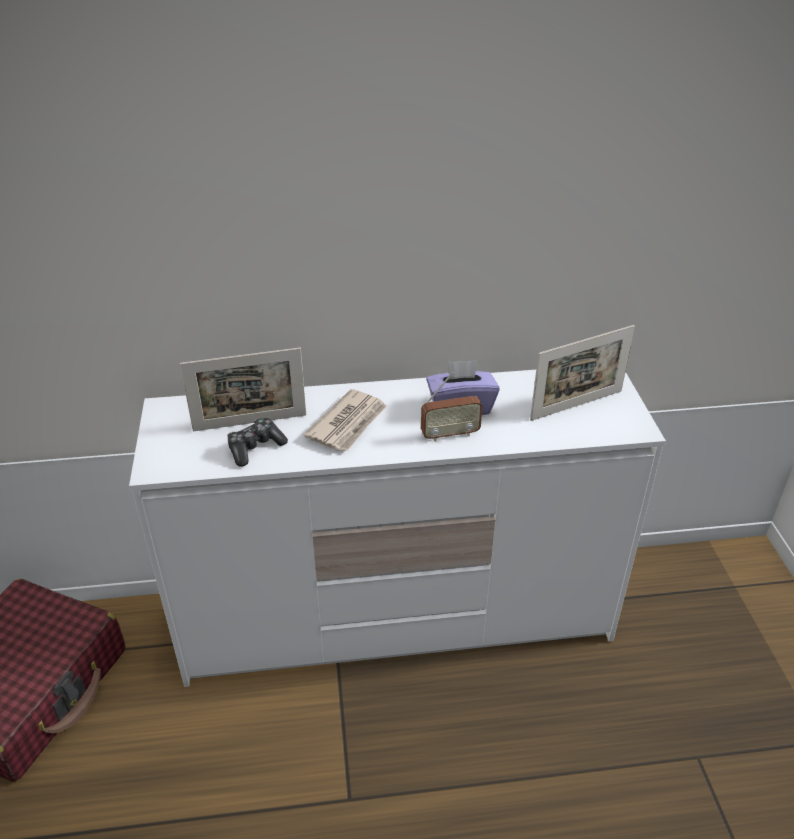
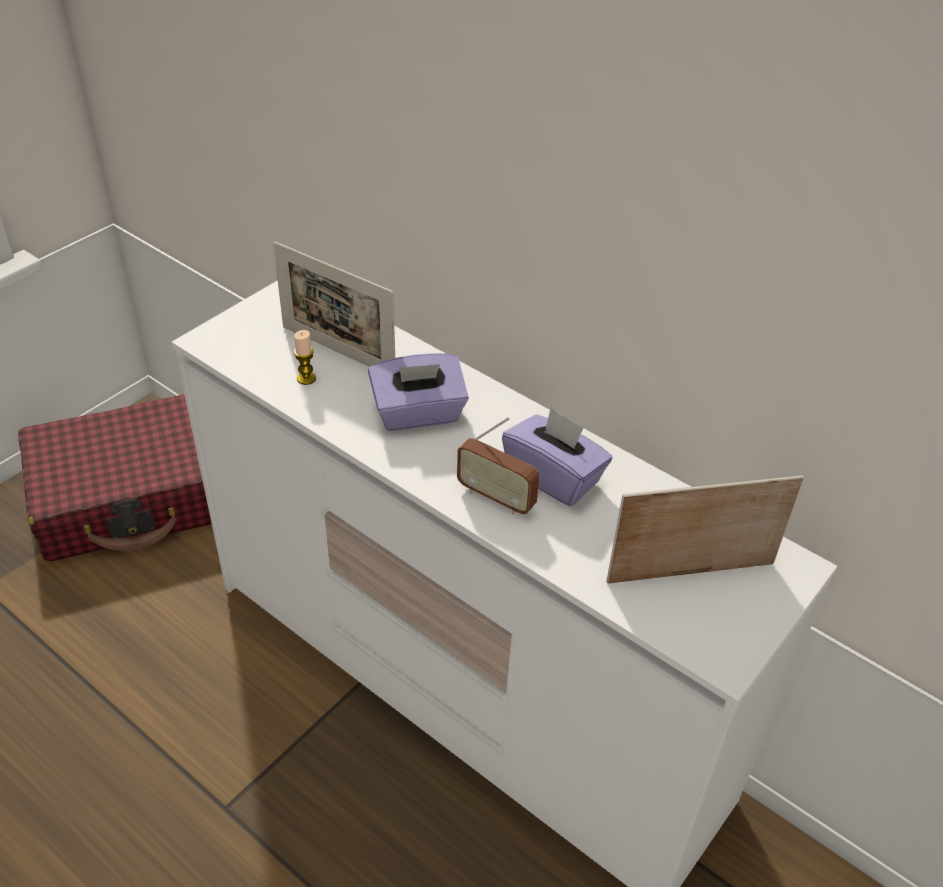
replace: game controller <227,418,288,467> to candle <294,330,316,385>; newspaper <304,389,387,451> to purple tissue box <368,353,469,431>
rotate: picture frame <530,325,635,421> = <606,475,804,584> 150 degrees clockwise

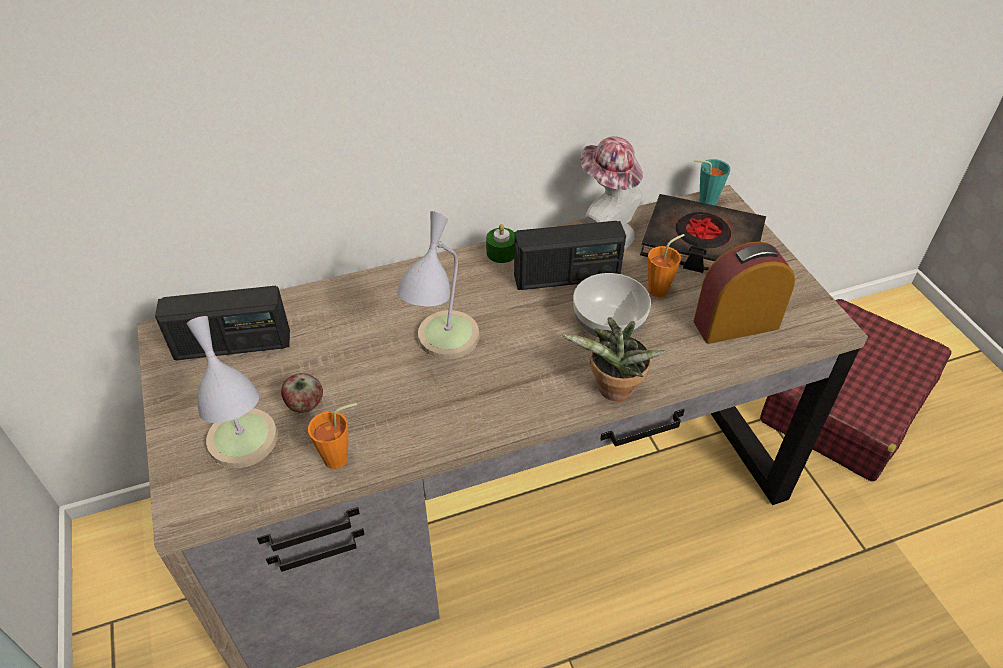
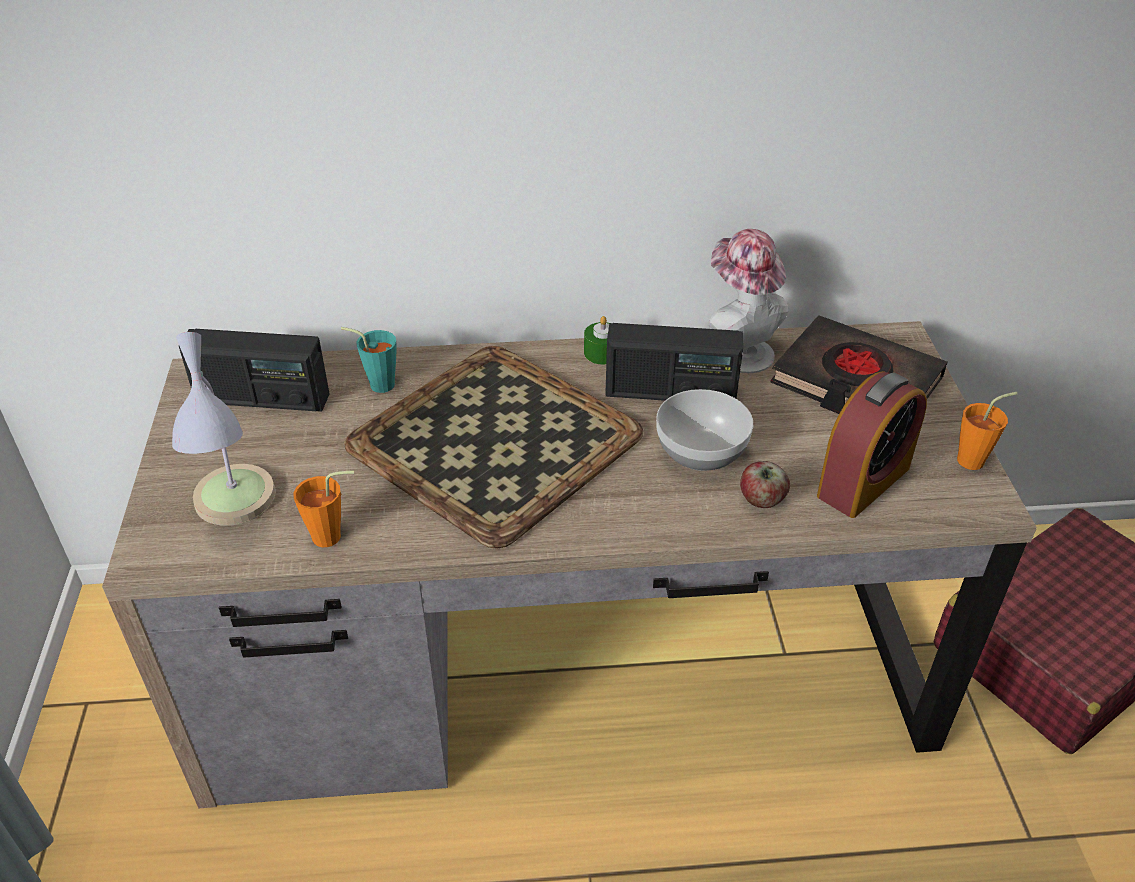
delete: potted plant <562,317,666,401>
move: turquoise cup <694,159,730,205> to <341,327,396,393>; apple <281,373,323,413> to <740,461,790,508>; orange cup <648,234,685,297> to <957,392,1017,470>
replace: table lamp <397,211,479,360> to tray <344,346,643,549>
rotate: alarm clock <693,242,795,344> = <817,371,927,518> 135 degrees clockwise

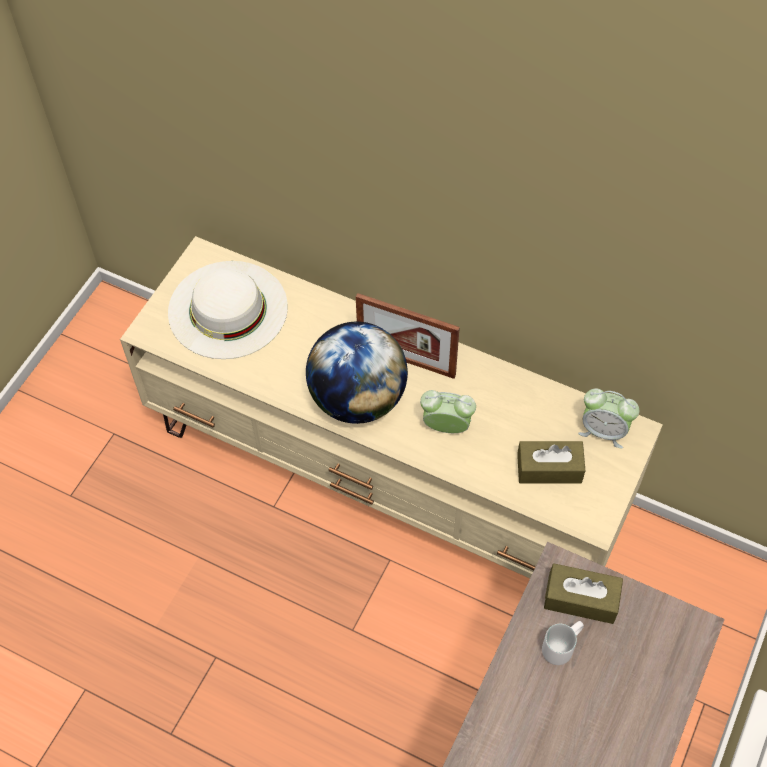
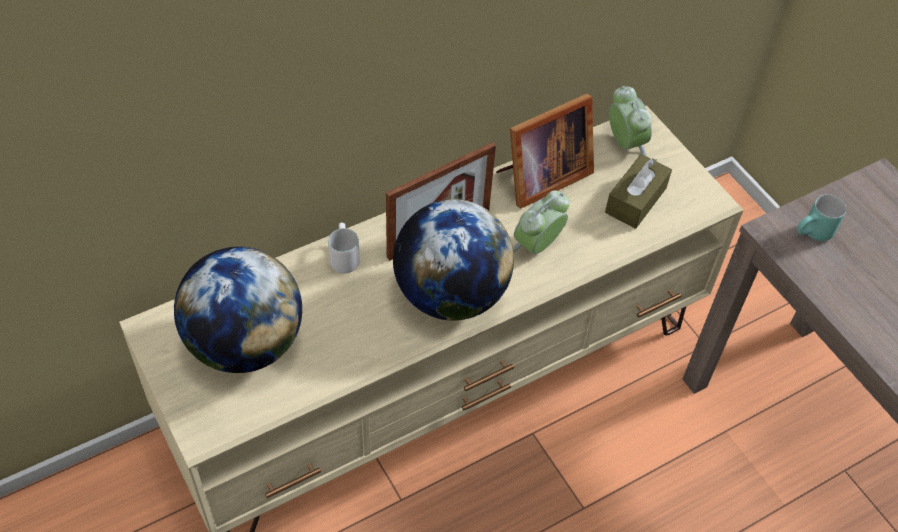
insert: picture frame <496,93,594,209>
move: white mug <542,621,584,665> to <328,223,360,273>
replace: white hat <168,261,288,359> to globe <174,247,302,373>; brown tissue box <544,563,623,624> to turquoise mug <797,194,846,241>
rotate: alarm clock <578,388,639,449> = <609,86,652,156> 75 degrees counterclockwise

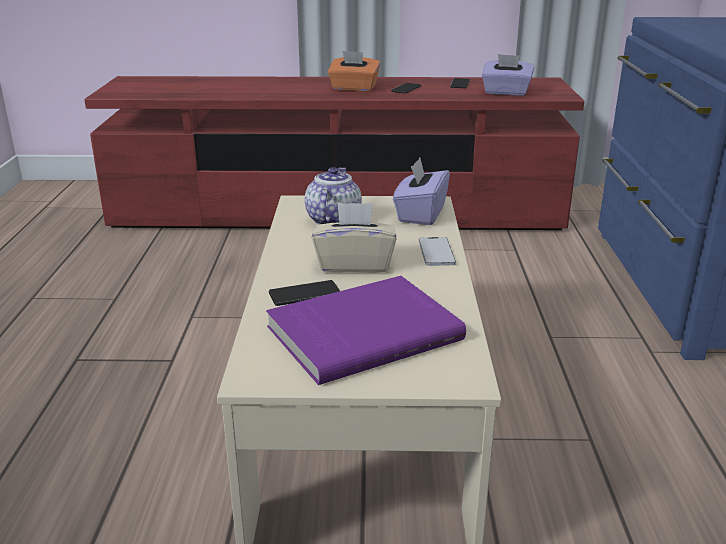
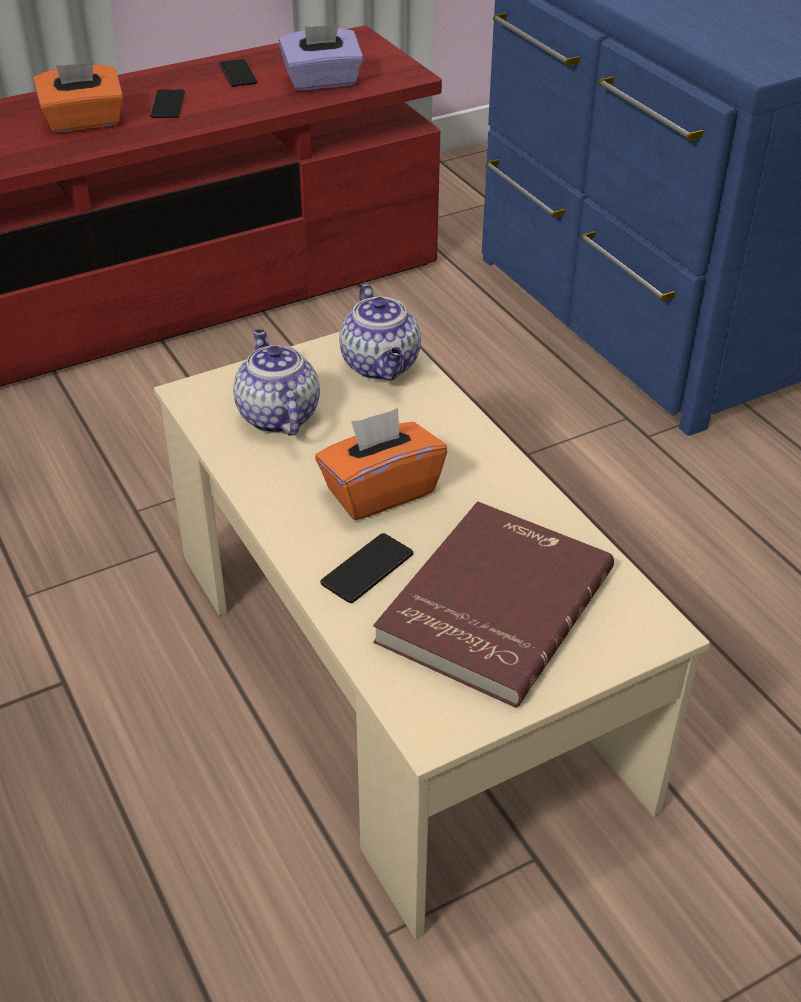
delete: phone <419,237,456,266>
replace: purple tissue box <393,158,450,225> to teapot <339,284,421,380>
recolor: beige tissue box <312,202,397,273> to orange tissue box <315,408,447,520>; purple book <266,276,466,385> to red book <373,501,614,708>

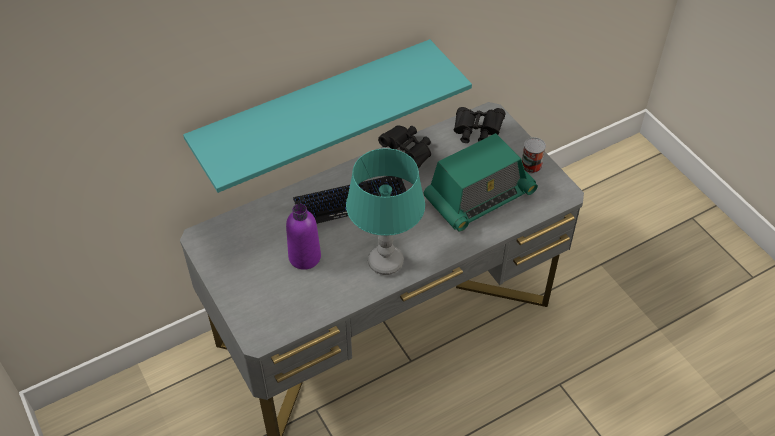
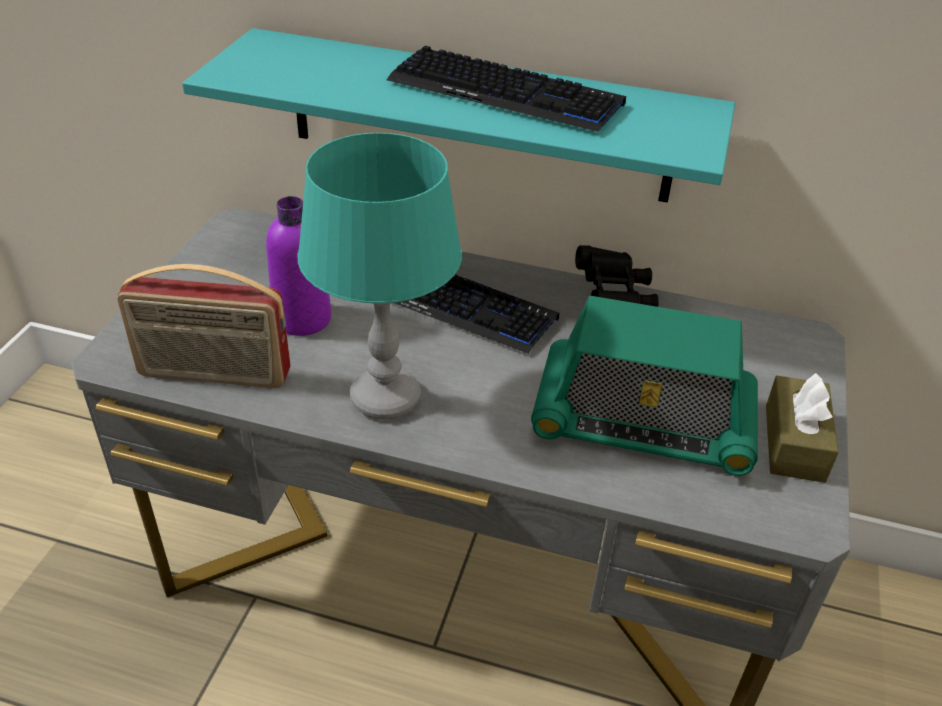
delete: black binoculars <454,107,505,143>
insert: radio <117,264,291,388>; keyboard <387,46,626,132>
replace: can <522,137,546,173> to brown tissue box <766,373,839,483>

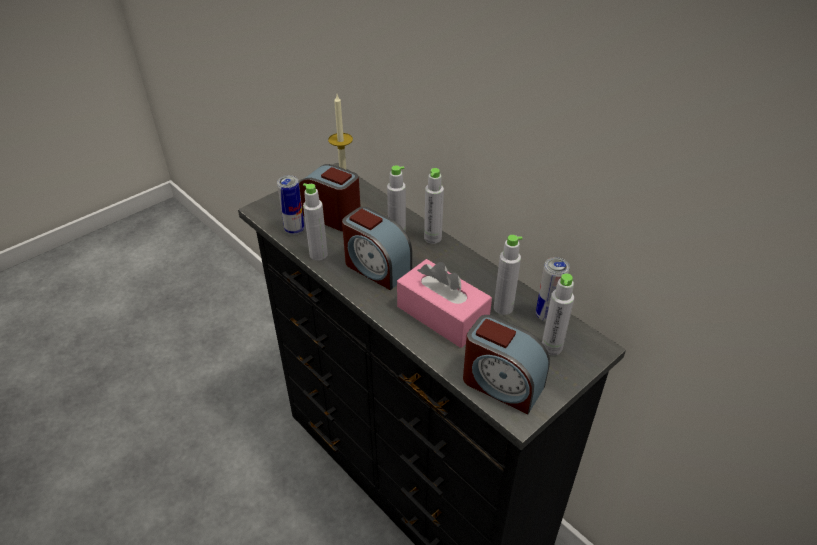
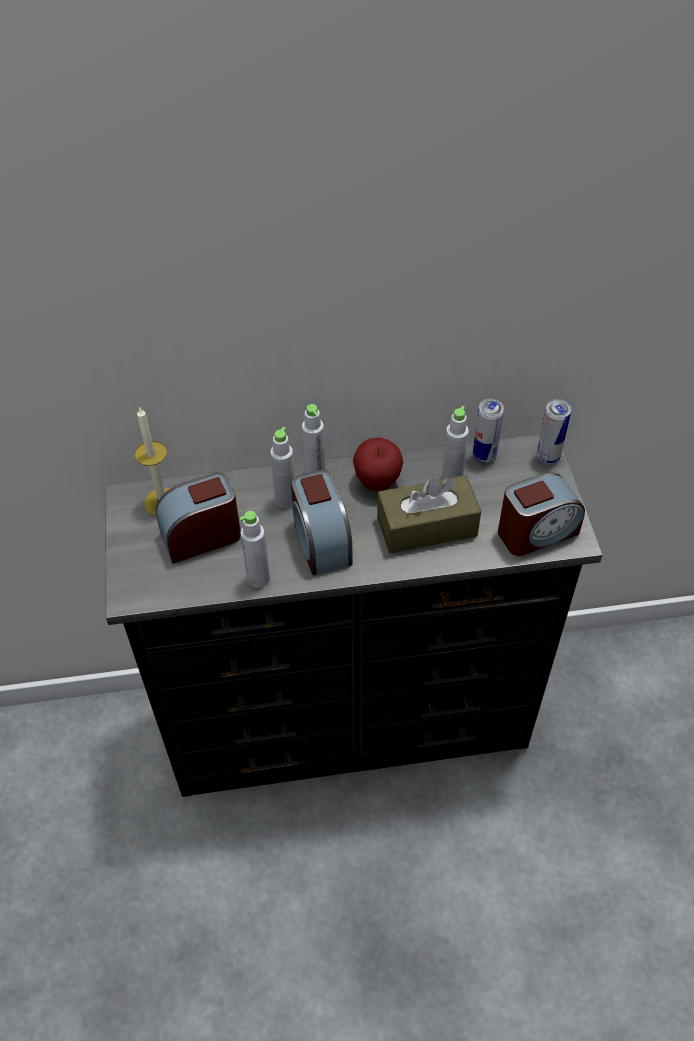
delete: grey bottle <542,273,574,356>
insert: apple <353,437,403,491>
move: can <277,175,305,235> to <537,399,572,464>
recolor: pink tissue box <397,259,492,348> to brown tissue box <377,475,481,554>
rotate: alarm clock <342,207,412,290> = <291,470,352,576> 90 degrees clockwise

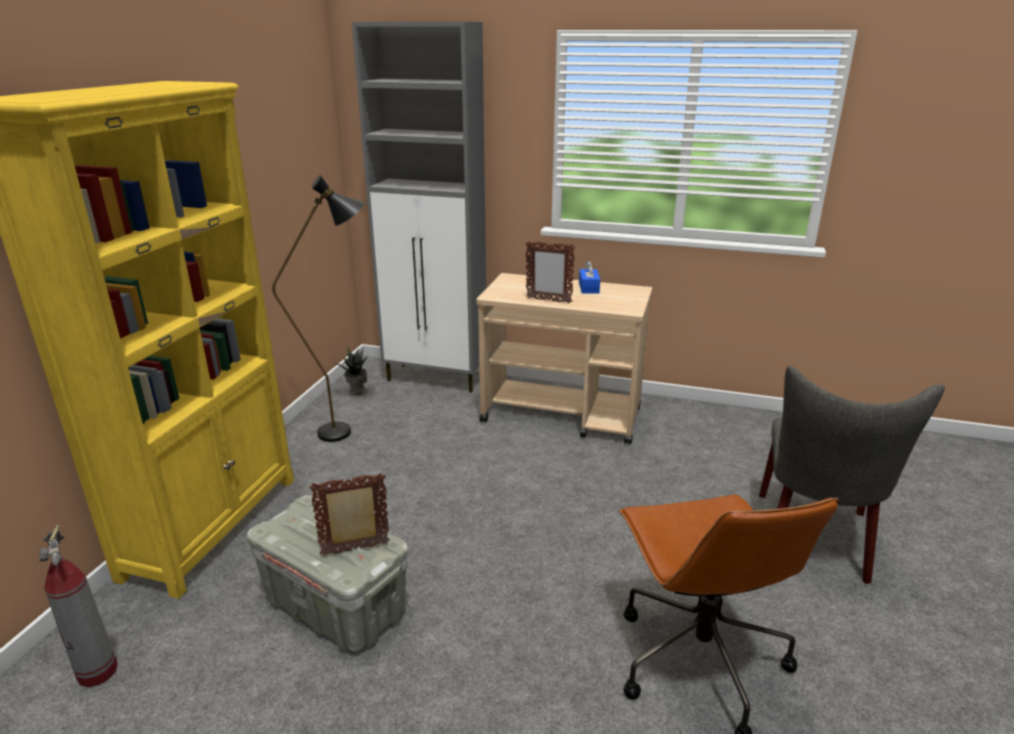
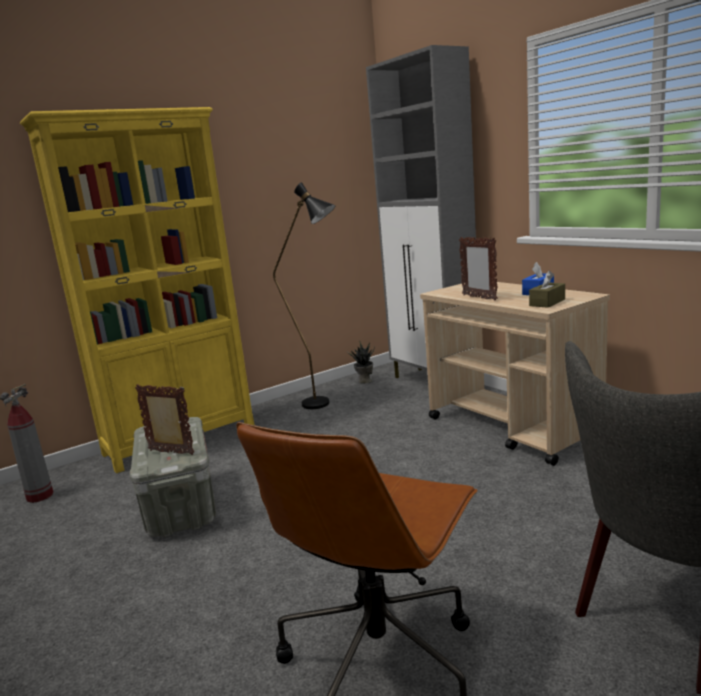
insert: brown tissue box <529,271,565,308>

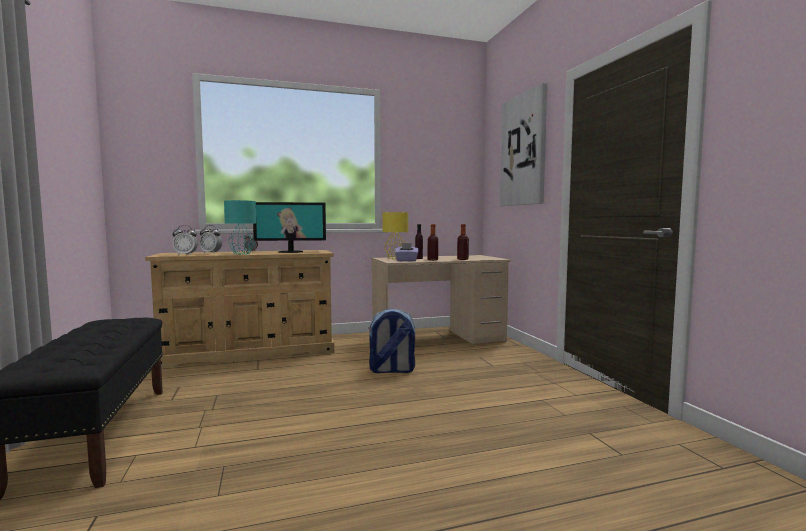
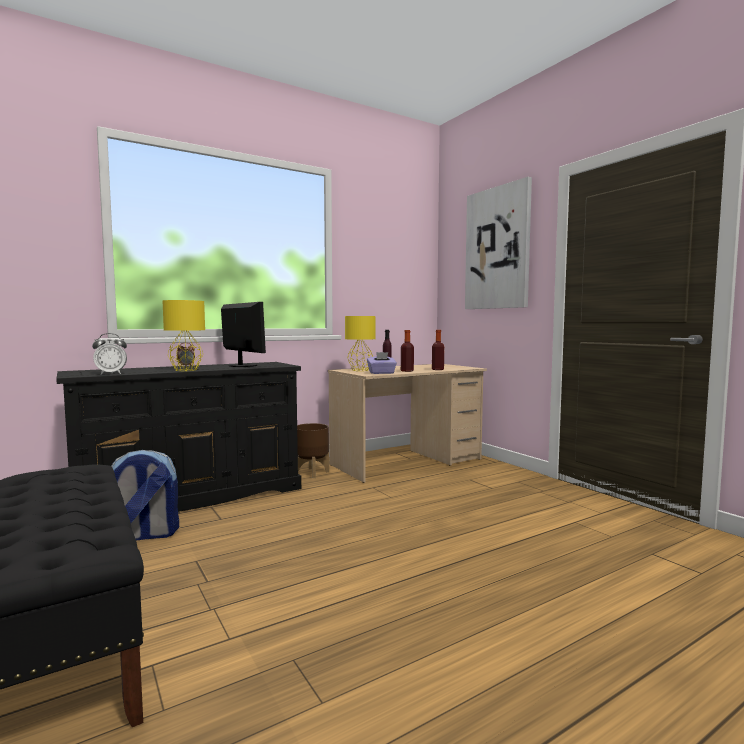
delete: alarm clock <199,225,222,254>
insert: brown planter <297,423,329,478>
move: backpack <369,309,415,373> to <111,450,179,541>
recolor: beige dresser <145,250,334,368> to black dresser <56,362,302,512>; turquoise table lamp <224,200,256,255> to yellow table lamp <163,300,205,371>
rotate: monitor <253,202,326,253> = <221,302,266,367> 105 degrees counterclockwise

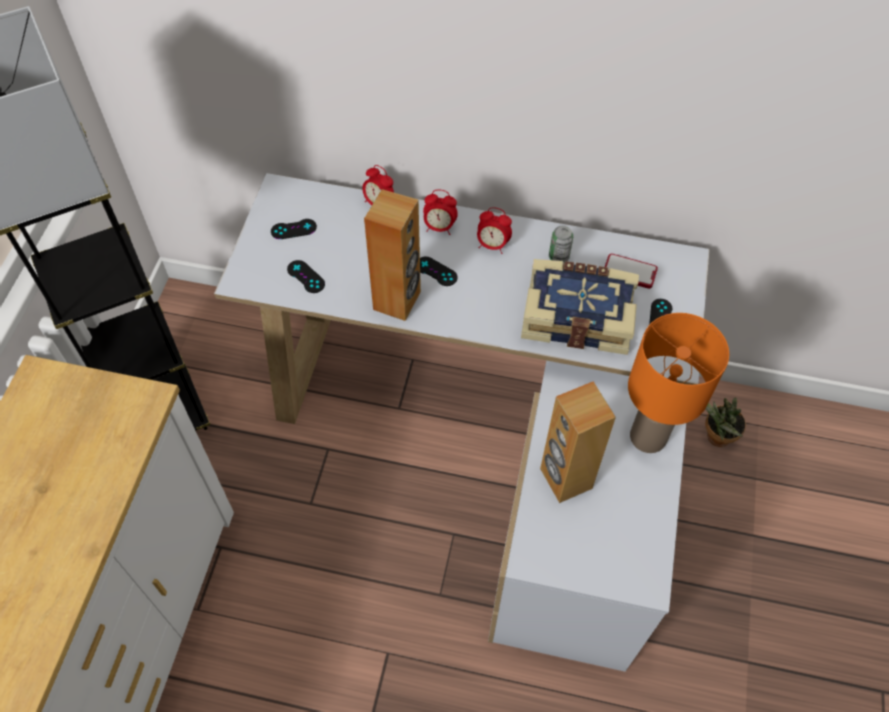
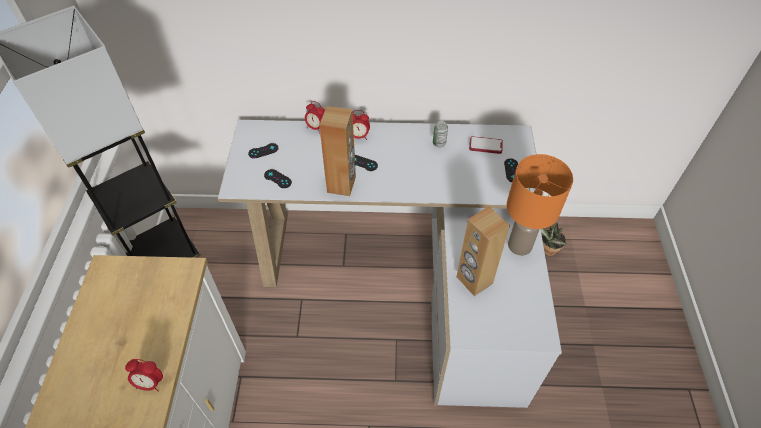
delete: book <521,259,639,355>
move: alarm clock <477,207,512,254> to <125,359,163,392>

